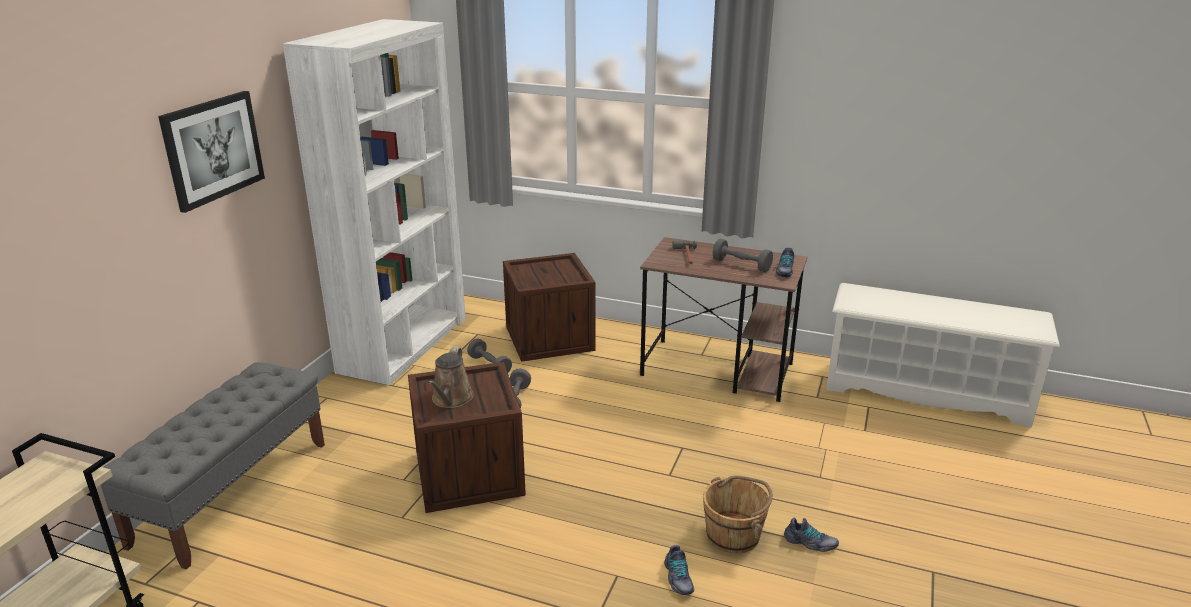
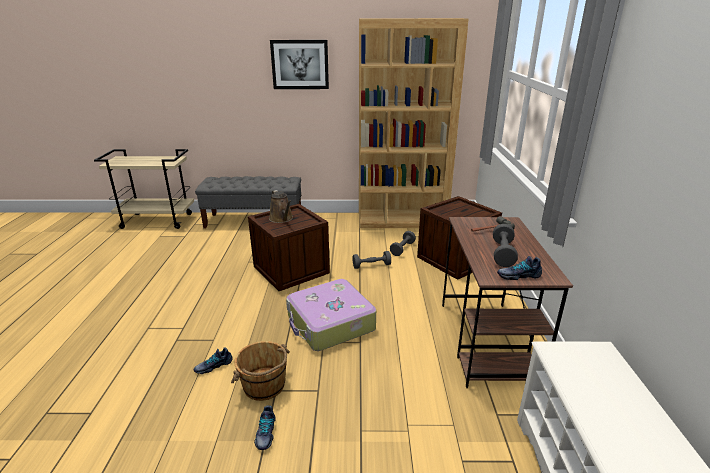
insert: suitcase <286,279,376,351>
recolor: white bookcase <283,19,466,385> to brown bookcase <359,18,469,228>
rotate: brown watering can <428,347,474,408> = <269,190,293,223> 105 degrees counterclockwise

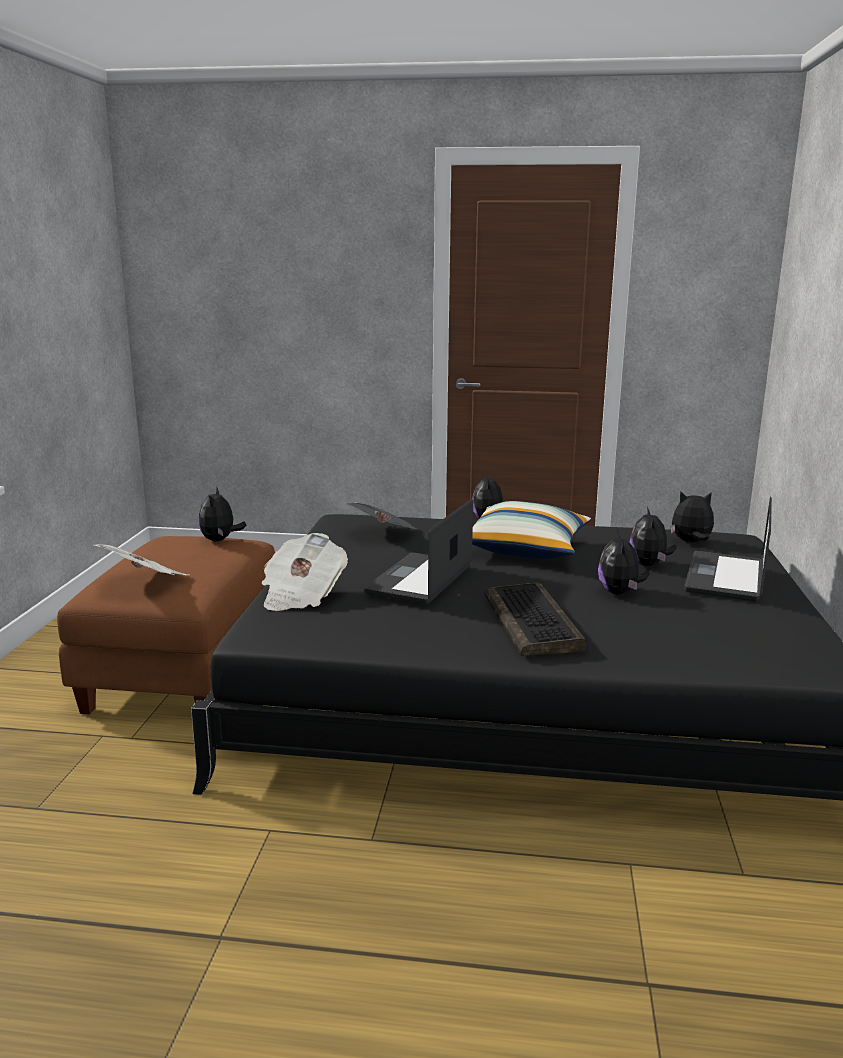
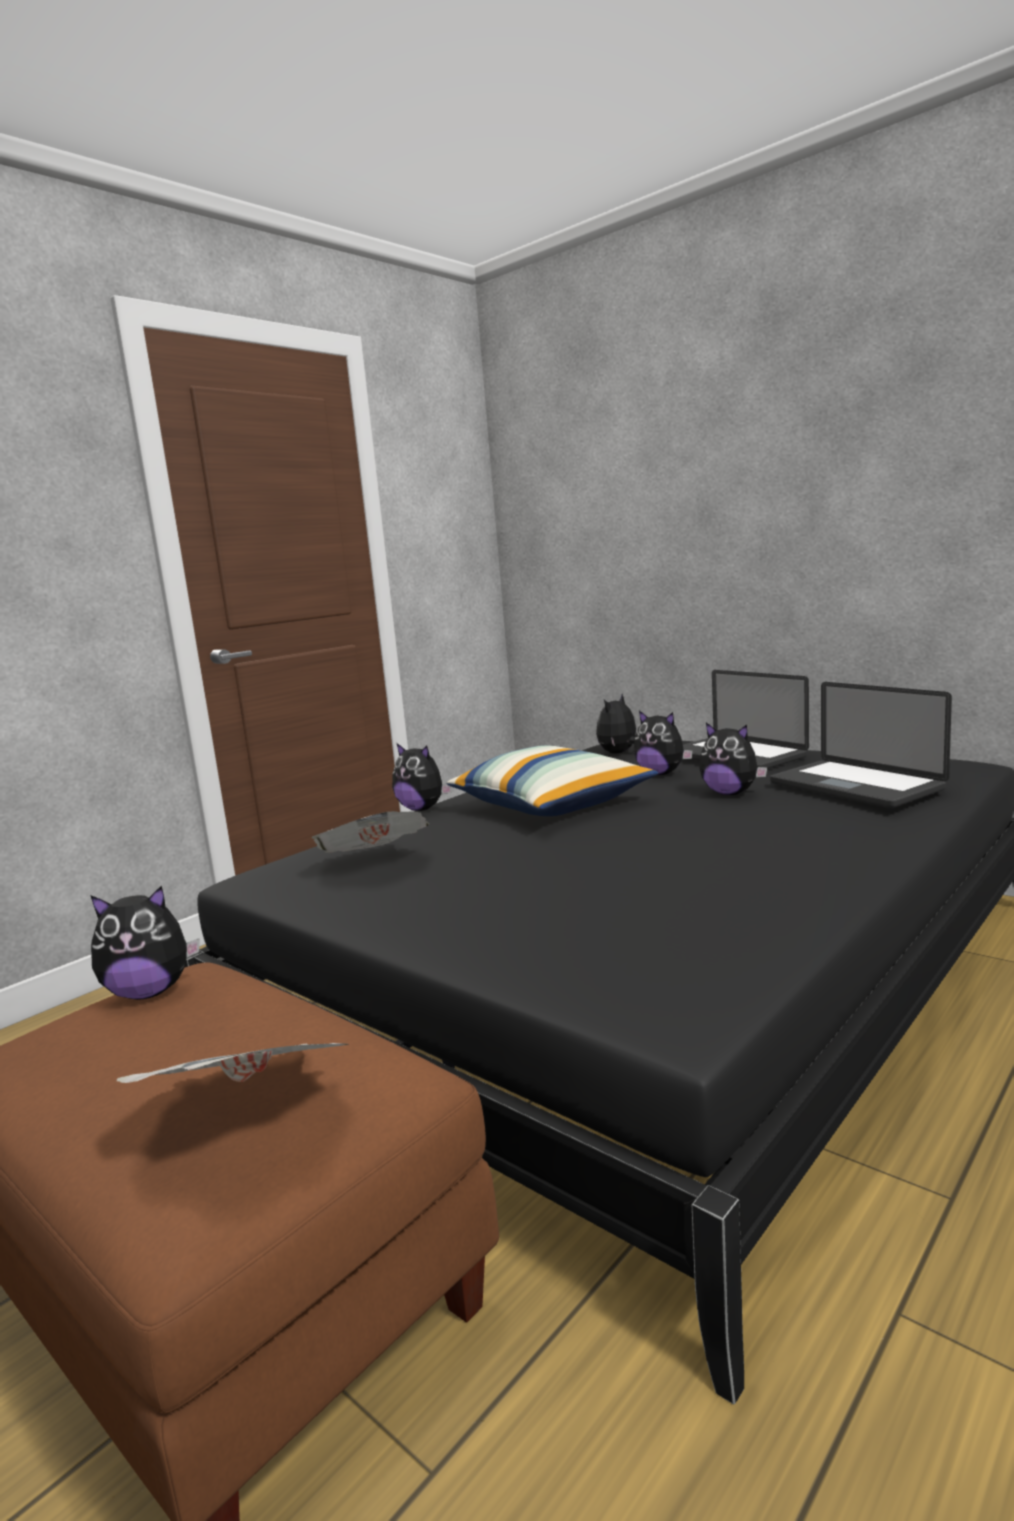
delete: newspaper <262,533,348,611>; keyboard <485,582,588,656>
move: laptop <364,499,473,604> to <770,682,952,808>
rotate: plush toy <198,487,246,541> = <90,886,200,1000> 45 degrees counterclockwise

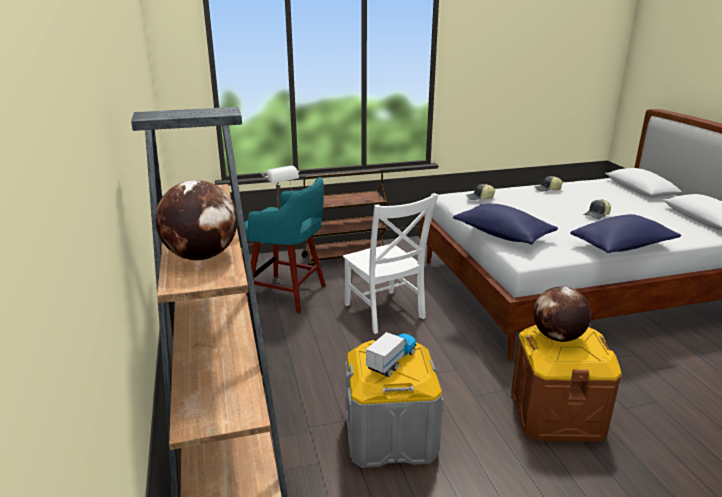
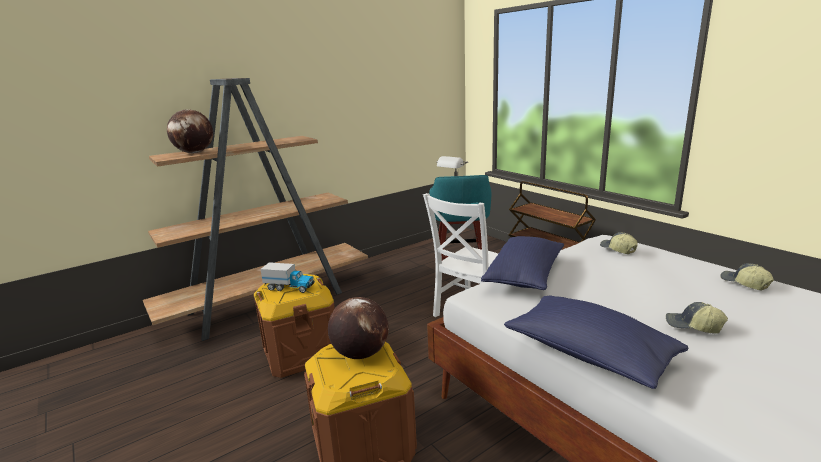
recolor: grey storage box <345,340,443,468> to brown storage box <254,274,335,378>

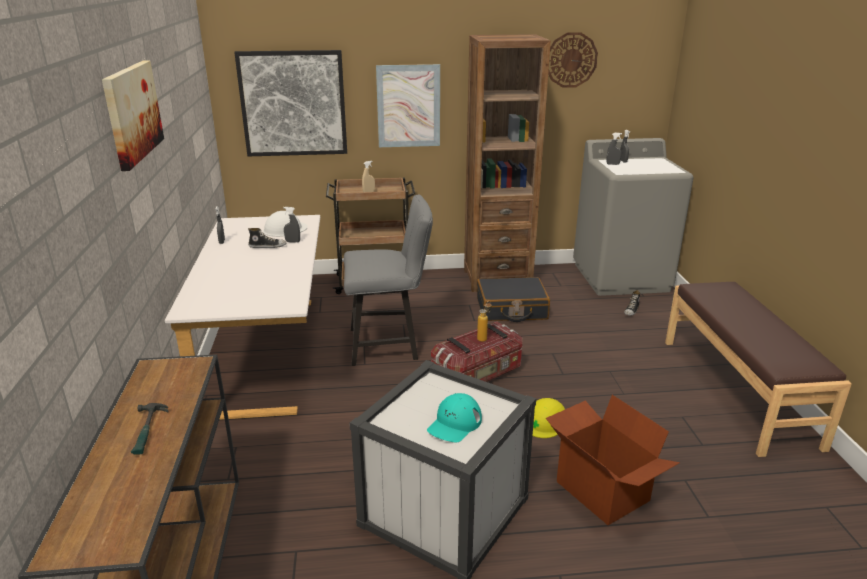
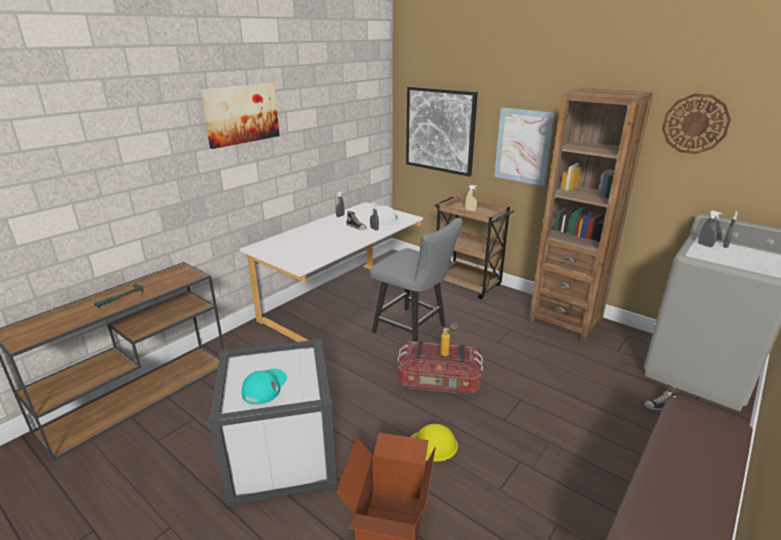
delete: black suitcase <477,277,550,322>
rotate: turquoise cap <427,393,482,443> = <242,369,287,405> 120 degrees clockwise

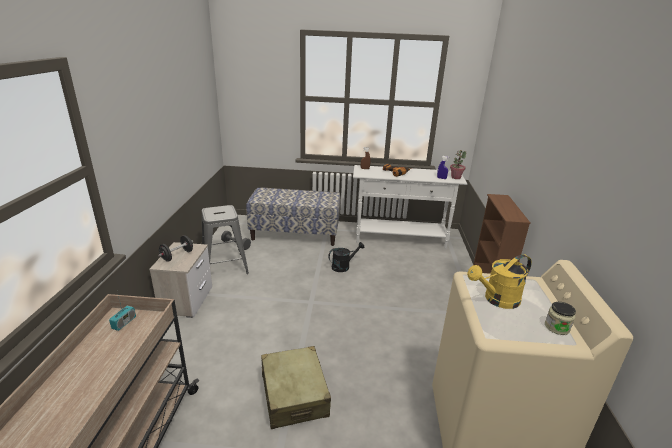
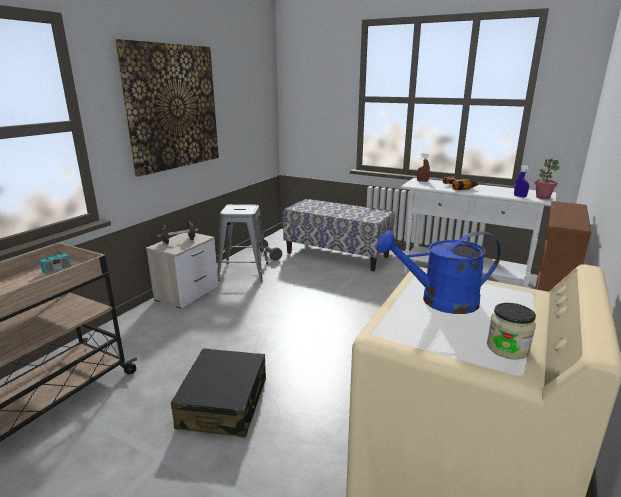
delete: black watering can <328,242,365,272>
insert: picture <115,39,219,177>
recolor: beige suitcase <261,346,331,429> to black suitcase <171,348,266,438>; yellow watering can <467,254,532,309> to blue watering can <377,231,501,314>

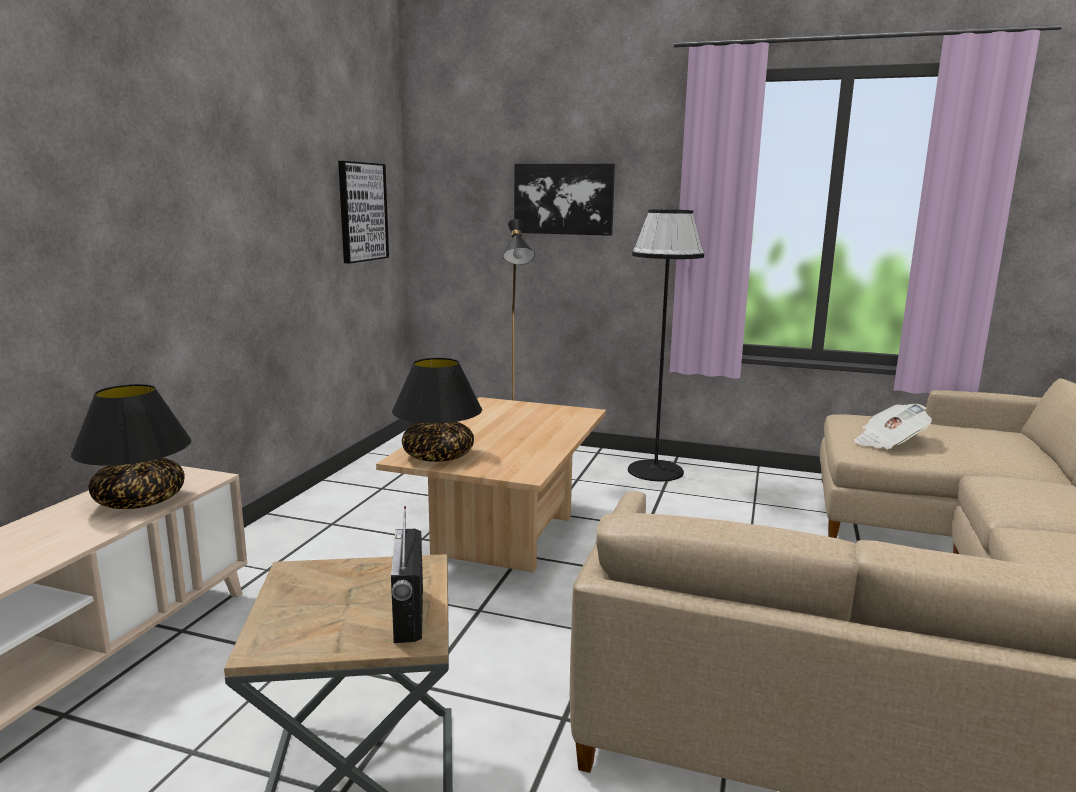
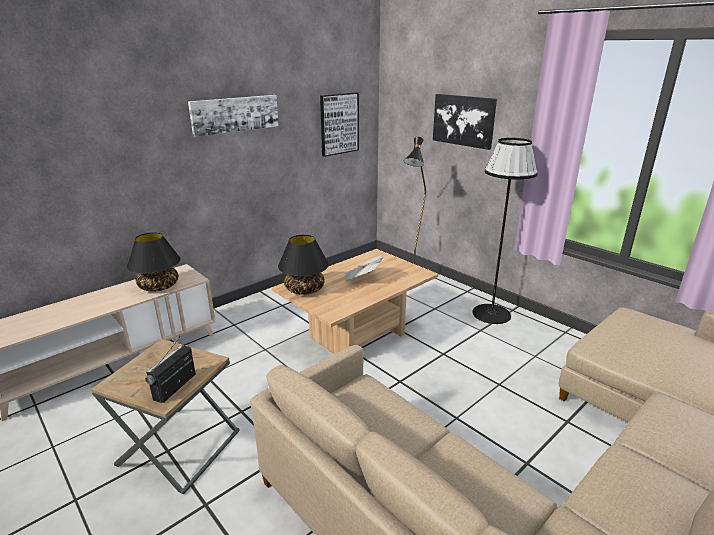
insert: picture <188,95,279,137>
move: newspaper <854,404,932,449> to <344,256,384,281>

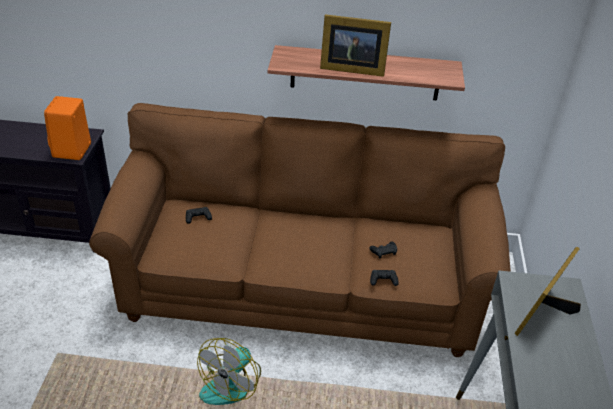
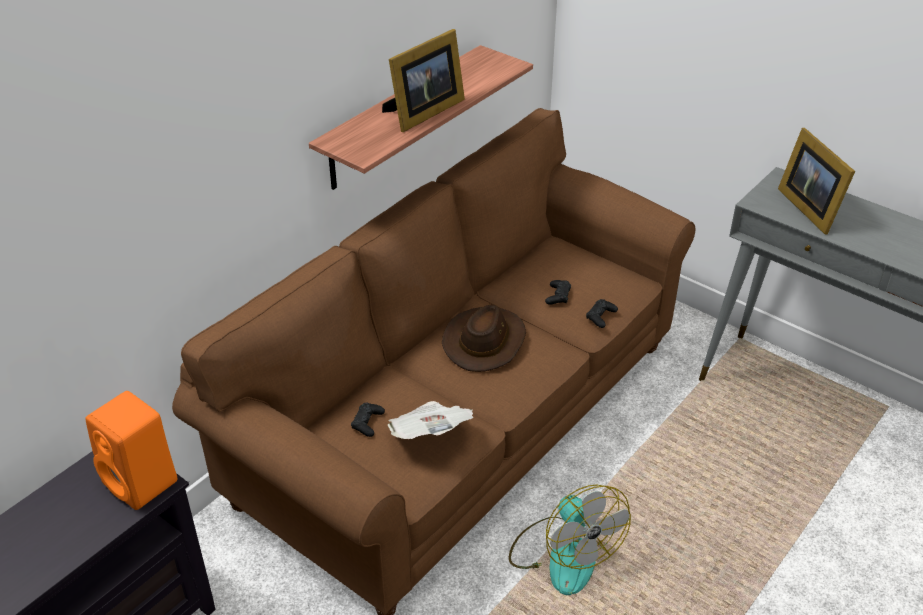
insert: newspaper <388,401,473,439>; brown hat <442,305,526,372>

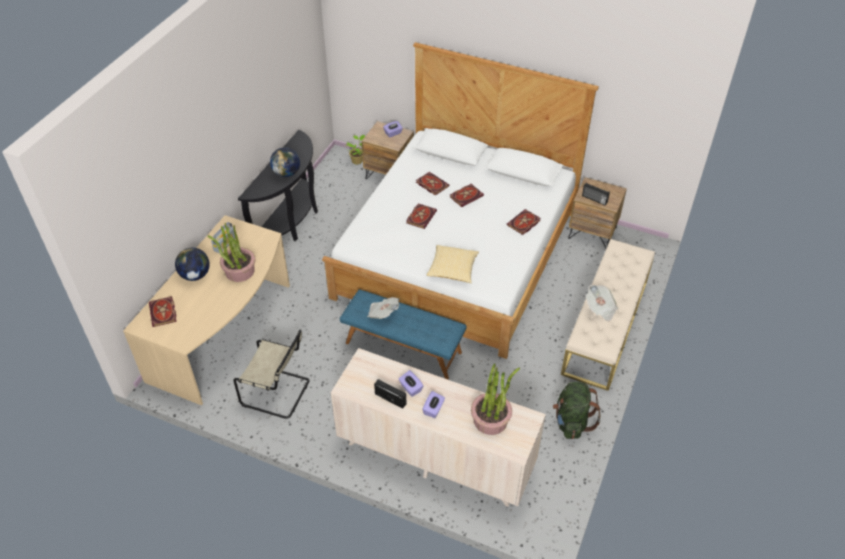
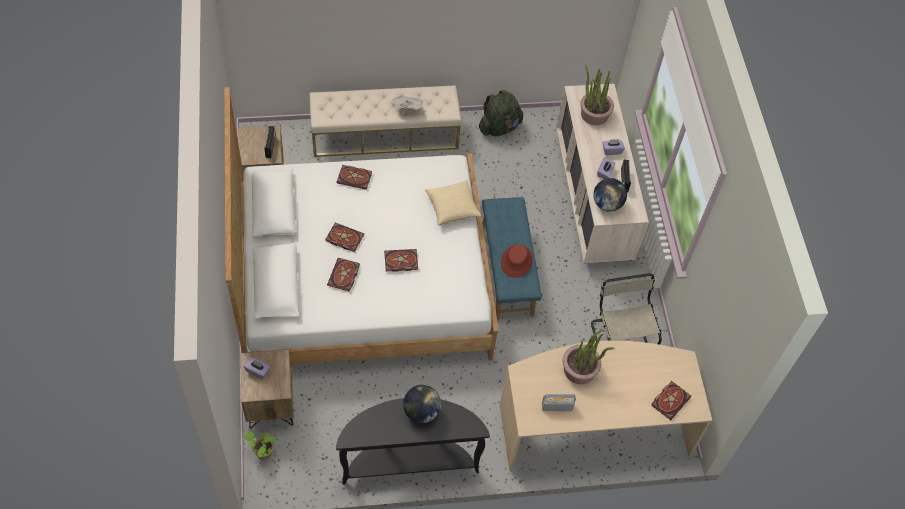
move: globe <175,248,210,281> to <593,178,627,212>
replace: newspaper <367,297,399,319> to red hat <501,244,533,278>

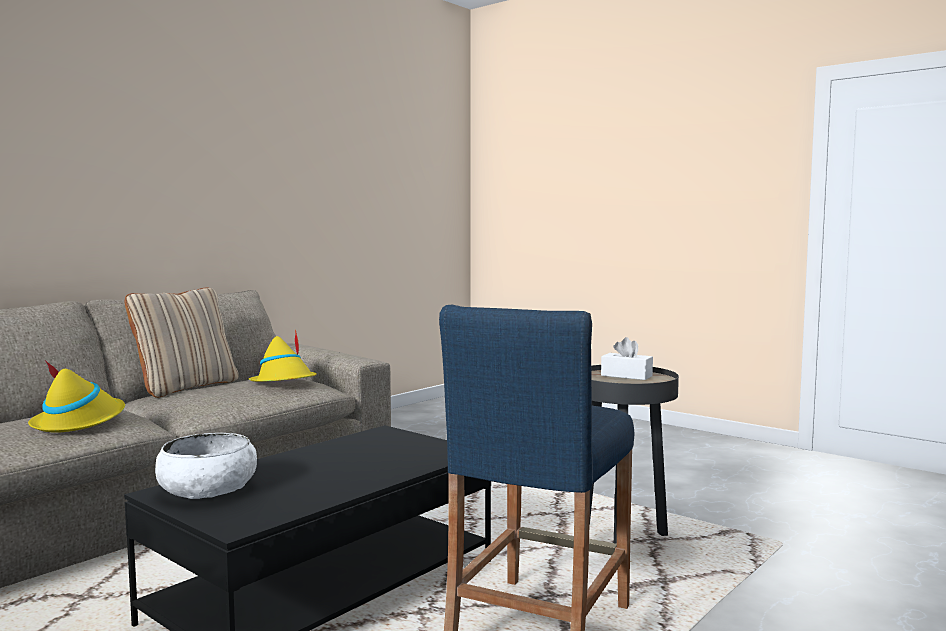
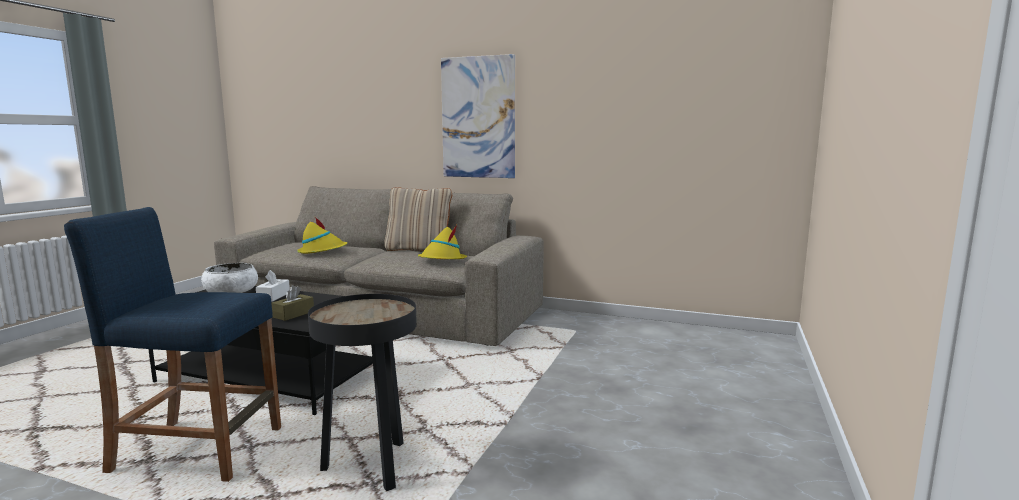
insert: brown tissue box <271,285,314,321>; picture <441,54,515,178>
move: white tissue box <601,337,653,380> to <256,270,290,302>

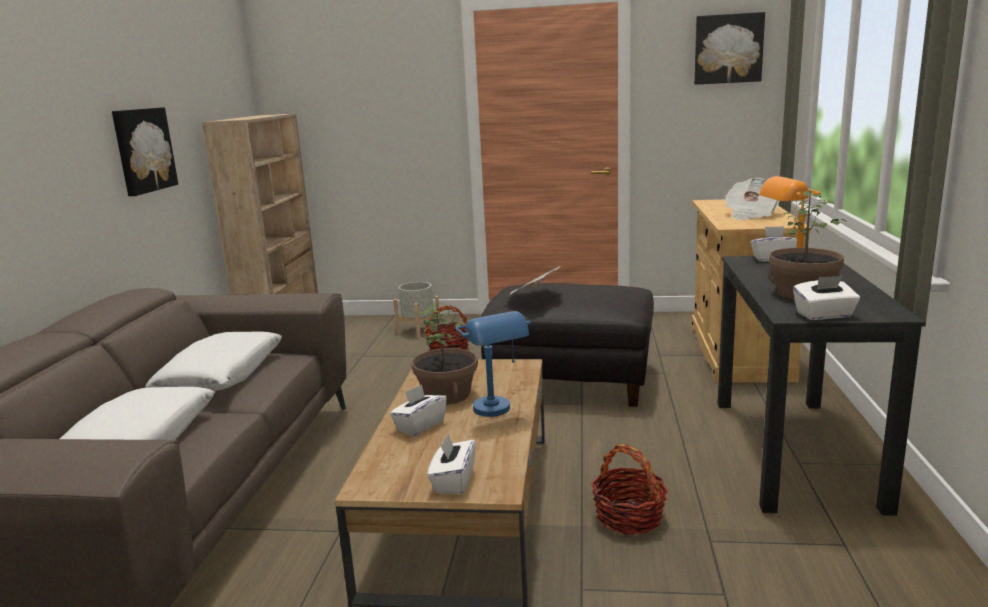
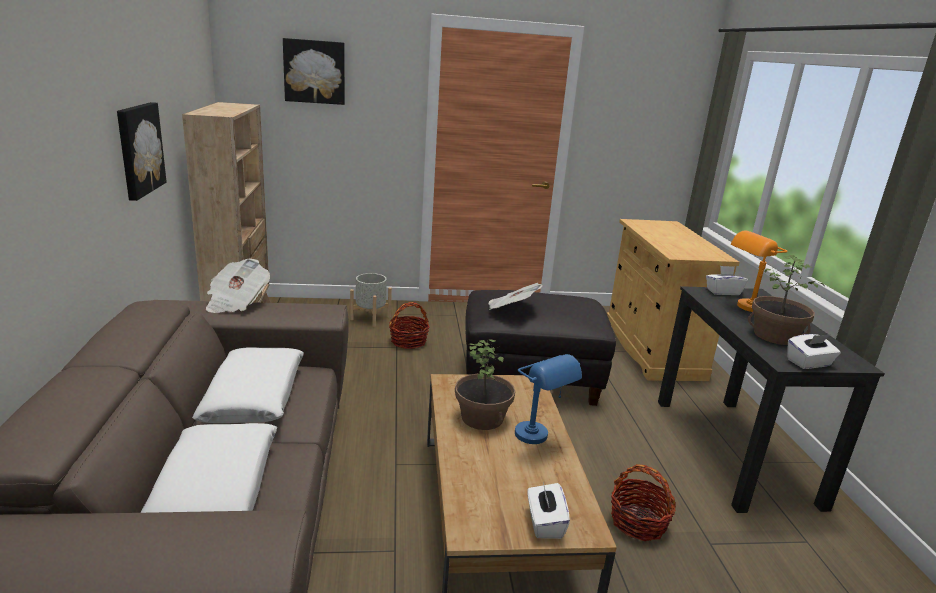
delete: white tissue box <390,385,447,436>
move: newspaper <724,178,780,220> to <206,259,270,313>; picture <694,12,765,85> to <283,38,345,105>

